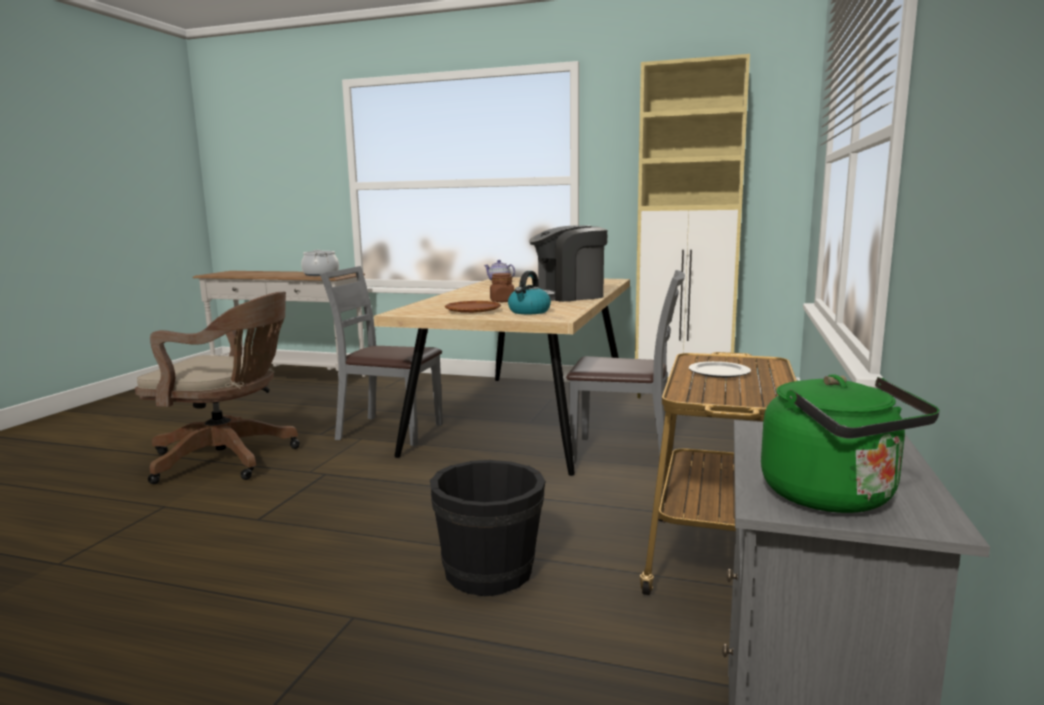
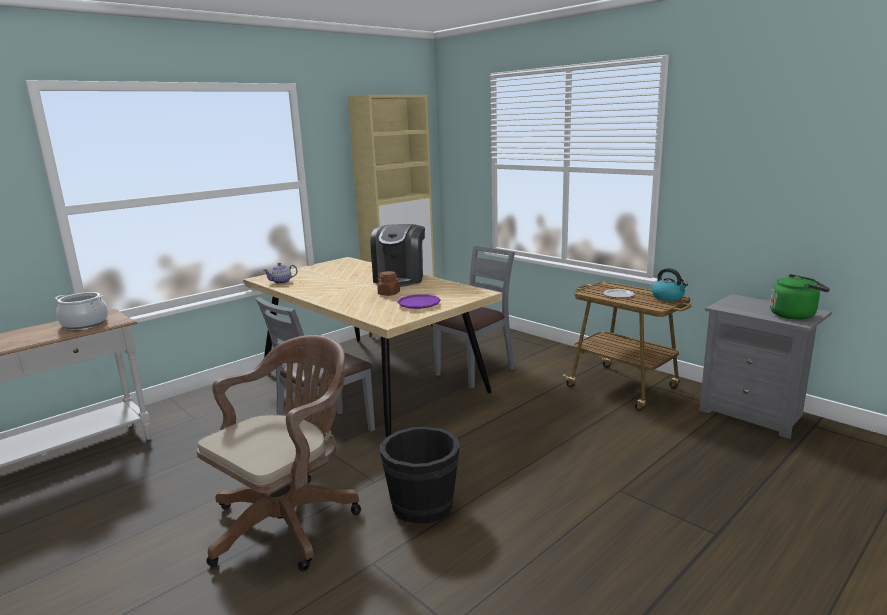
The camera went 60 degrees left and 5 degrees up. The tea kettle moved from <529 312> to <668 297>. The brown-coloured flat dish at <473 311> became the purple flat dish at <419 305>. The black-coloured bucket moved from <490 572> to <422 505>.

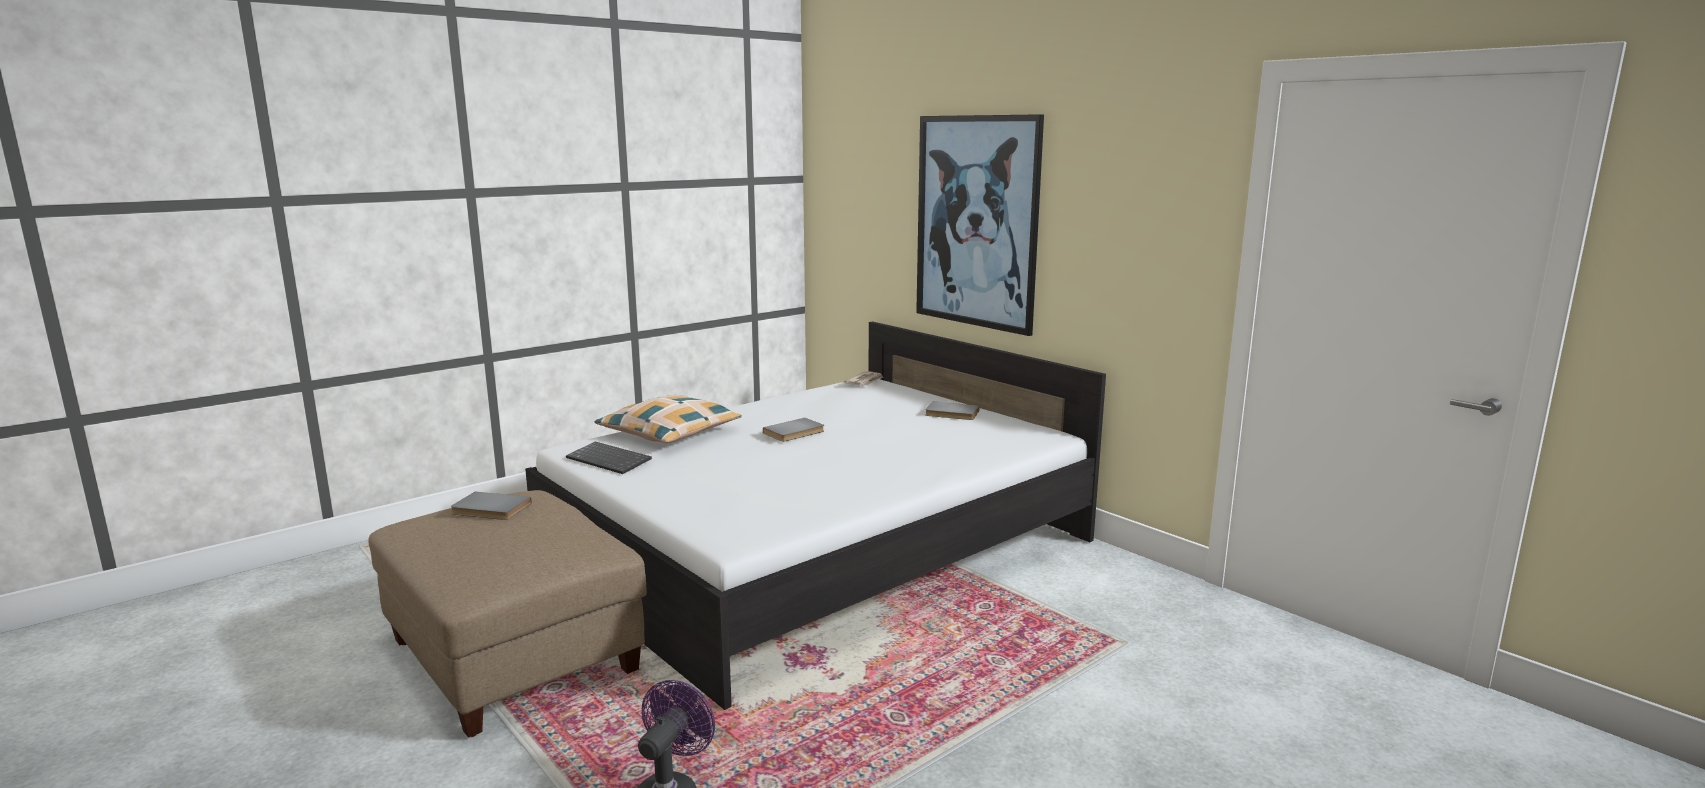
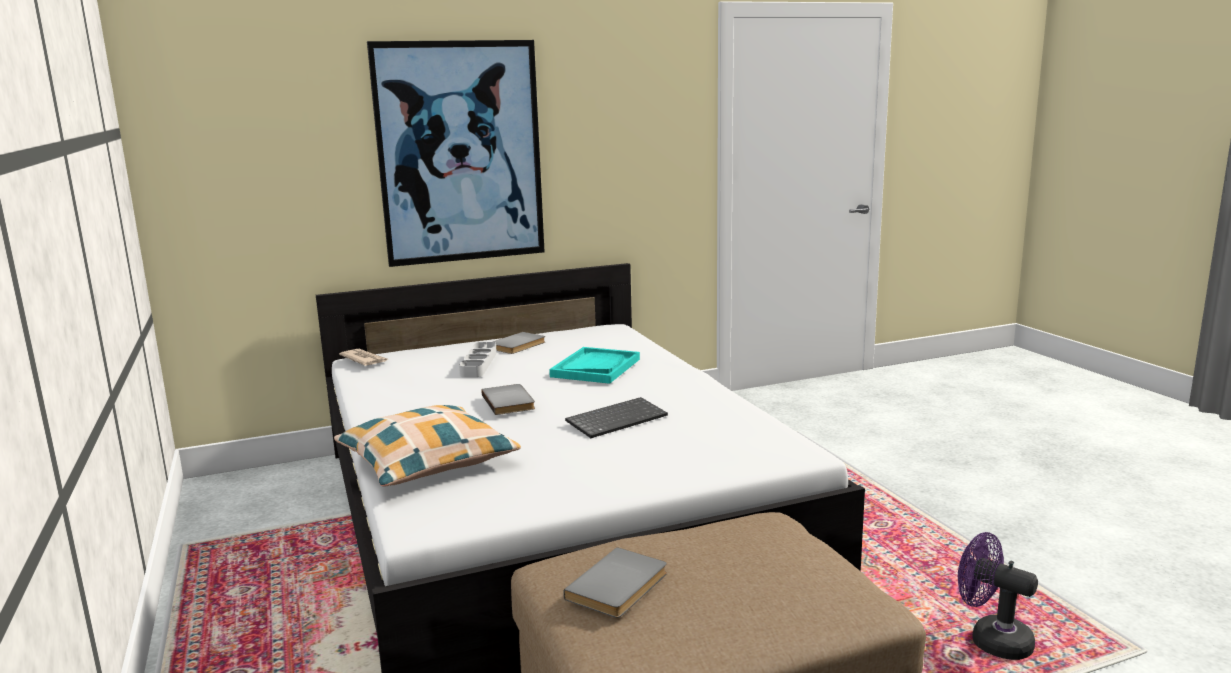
The camera went 70 degrees left and 0 degrees up. The PC keyboard moved from <610 460> to <617 419>. The grey serving tray at <478 364> appeared. The turquoise serving tray at <595 368> appeared.

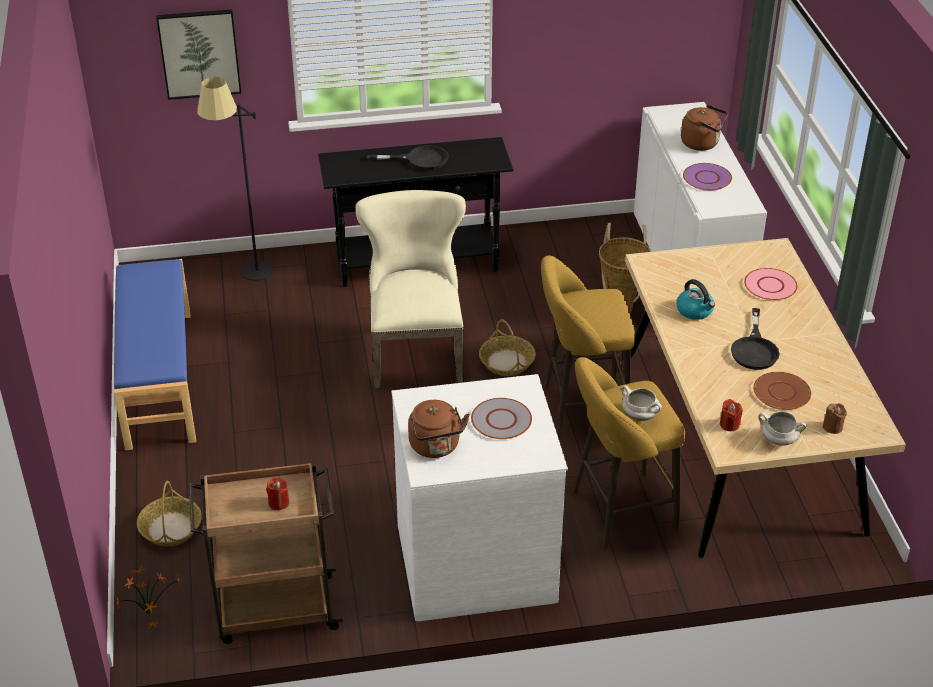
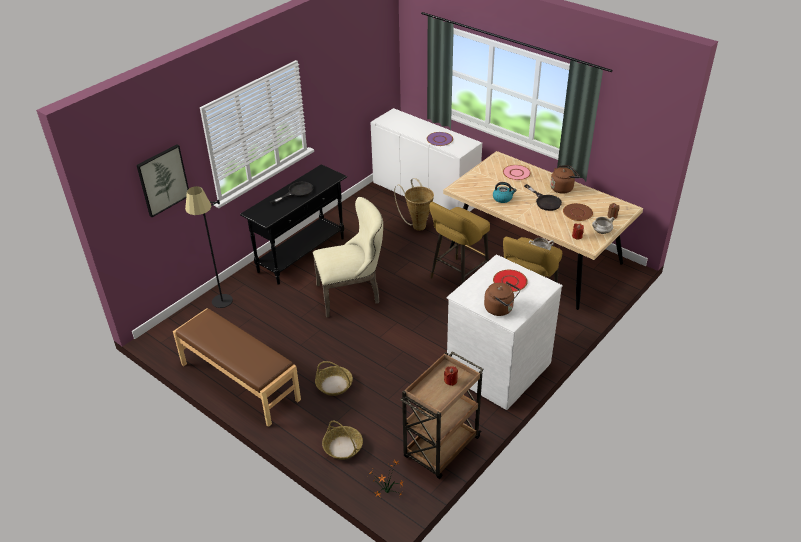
The camera went 40 degrees left and 0 degrees up. The brown-coloured tea kettle moved from <702 143> to <562 188>. The sand-coloured upright chair at <415 350> turned 120 degrees clockwise. The blue-coloured long seat at <158 379> became the brown-coloured long seat at <239 382>. The basket moved from <506 362> to <334 385>. The grey flat dish at <501 420> became the red-coloured flat dish at <509 281>.

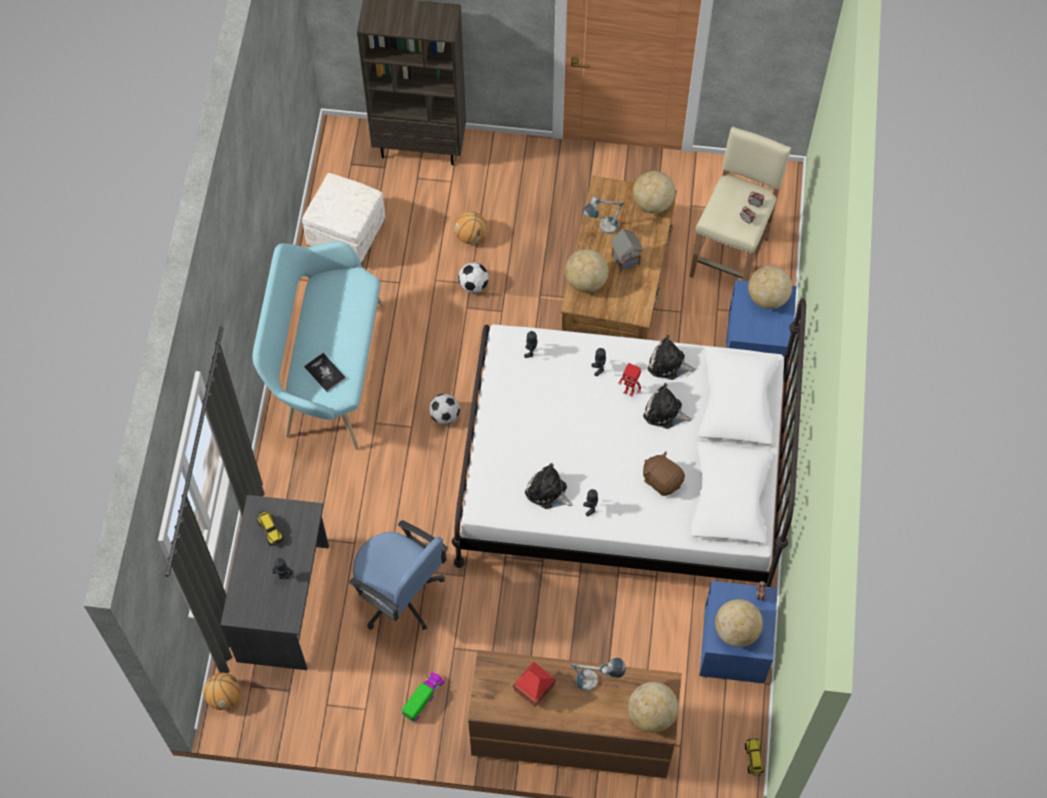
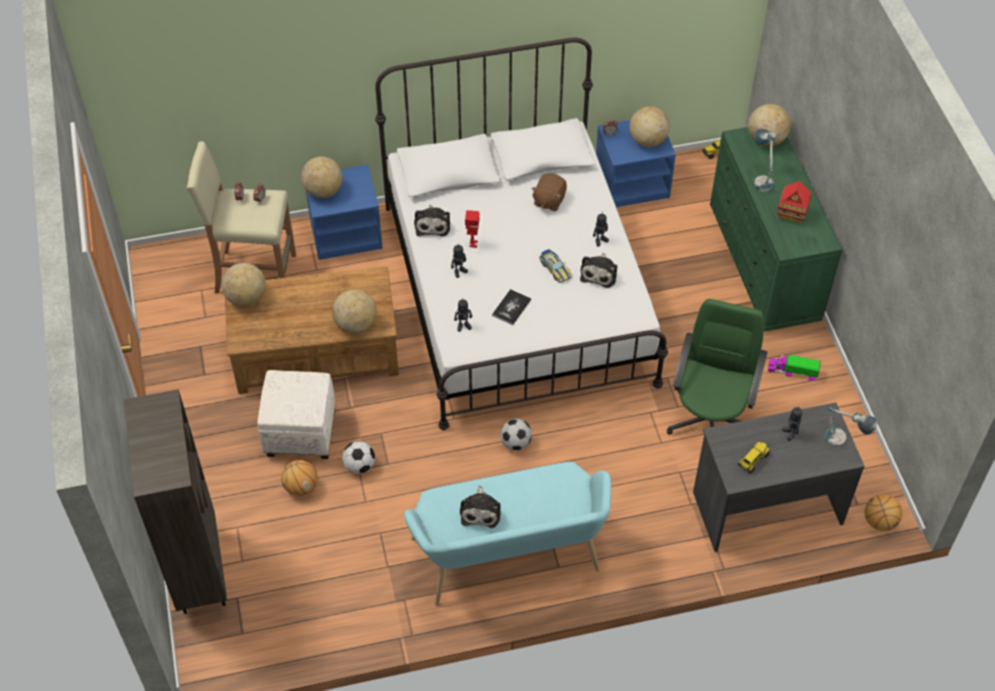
The camera went 110 degrees left and 10 degrees down. The whitish pouffe moved from <347 236> to <300 434>. The lamp for a table moved from <601 229> to <843 443>. The miniature house at <625 259> disappeared. The book moved from <325 373> to <511 308>. The plush toy moved from <665 412> to <480 511>. The blue-coloured office chair at <400 594> became the green office chair at <710 419>. The brown-coloured chest of drawers at <570 734> became the green chest of drawers at <764 264>. The miniature car at <555 269> appeared.

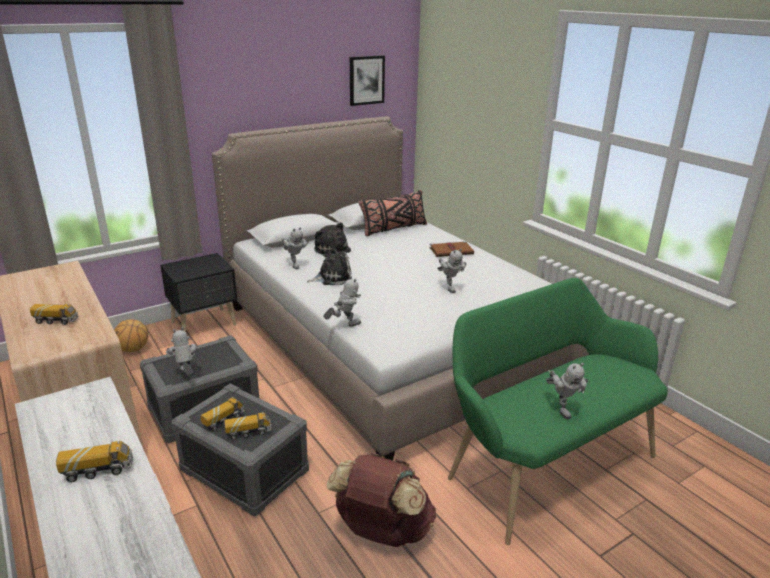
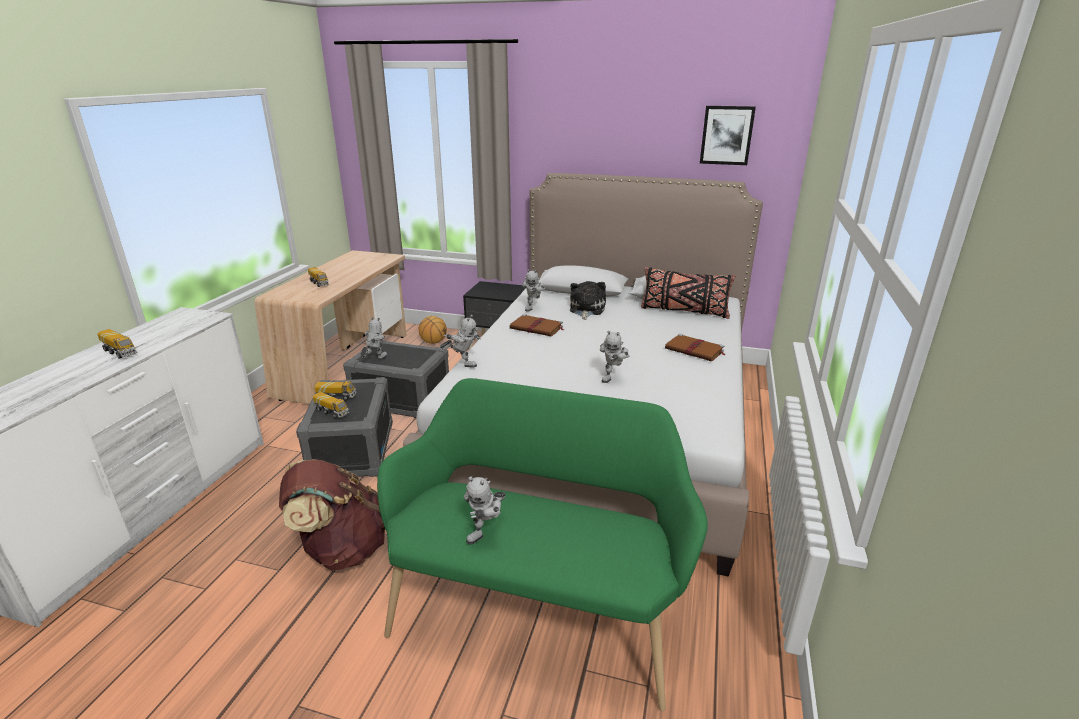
The camera went 50 degrees right and 0 degrees up. The plush toy at <332 277> was replaced by the brown-coloured book at <537 328>.

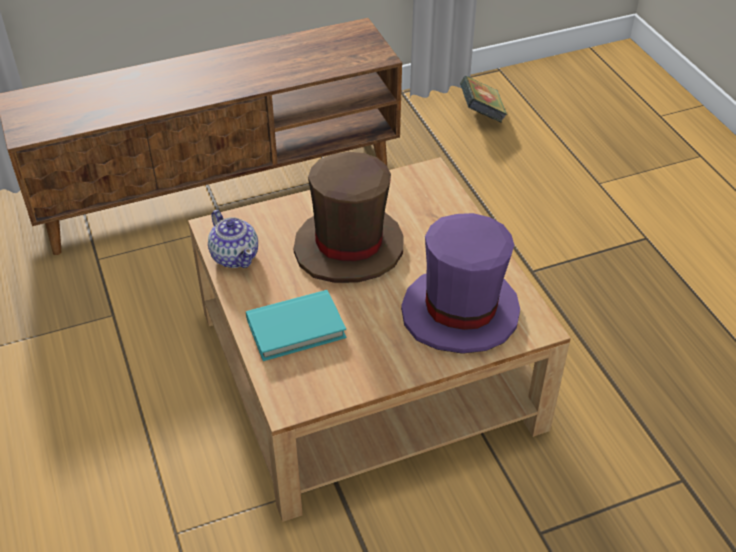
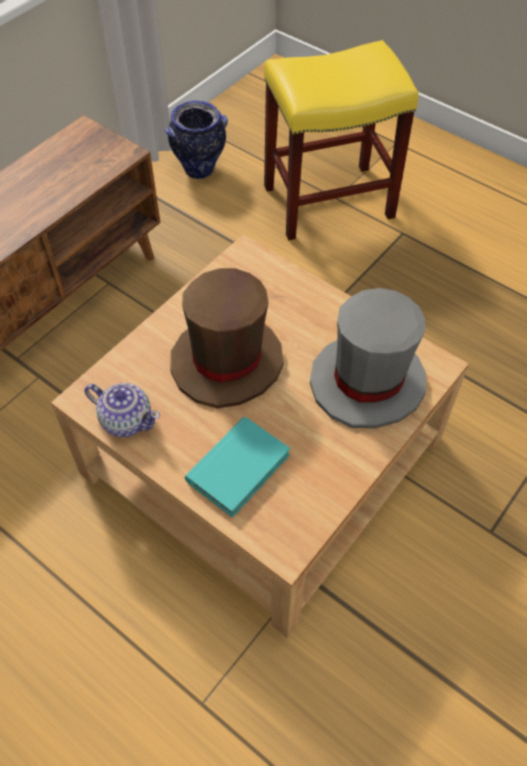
The camera went 30 degrees left and 10 degrees up. The book at <481 114> was replaced by the vase at <200 169>. The purple wearable hat at <460 312> became the grey wearable hat at <367 382>. The yellow-coloured sitting stool at <327 203> appeared.

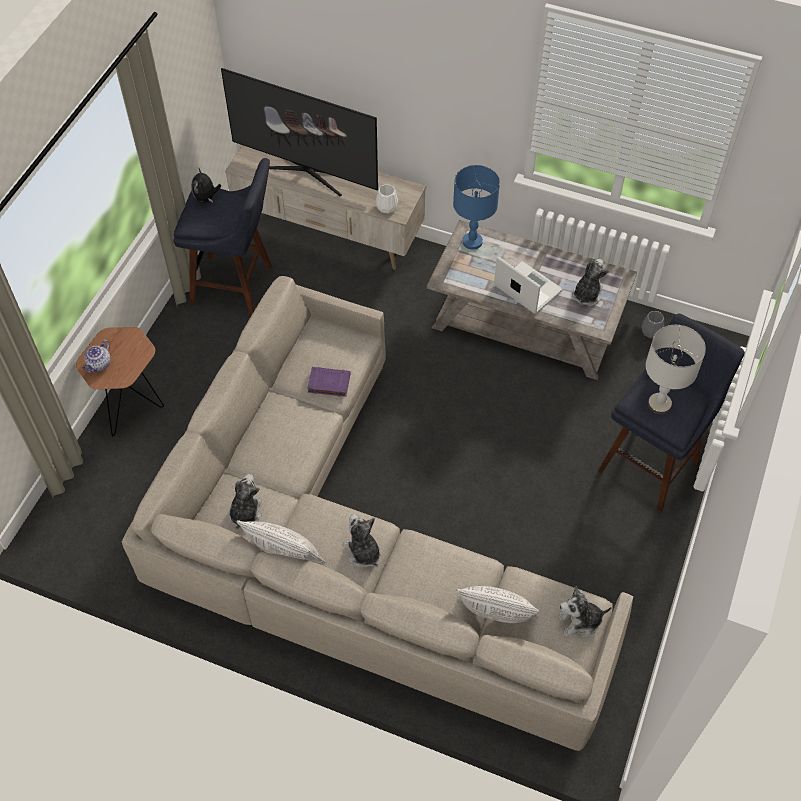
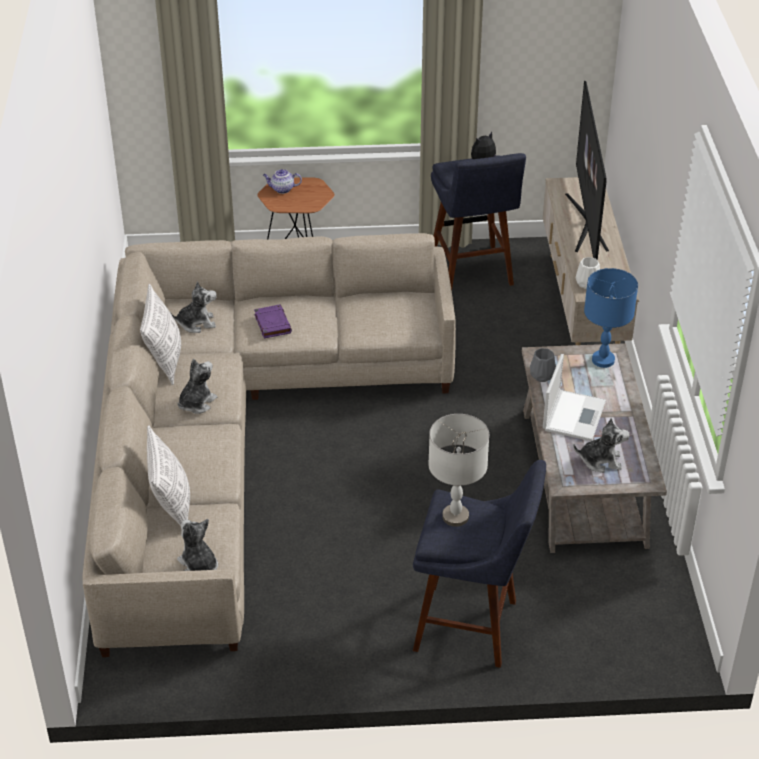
The camera went 65 degrees right and 15 degrees down. The grey vase moved from <652 331> to <542 375>. The purple book moved from <328 383> to <272 324>.

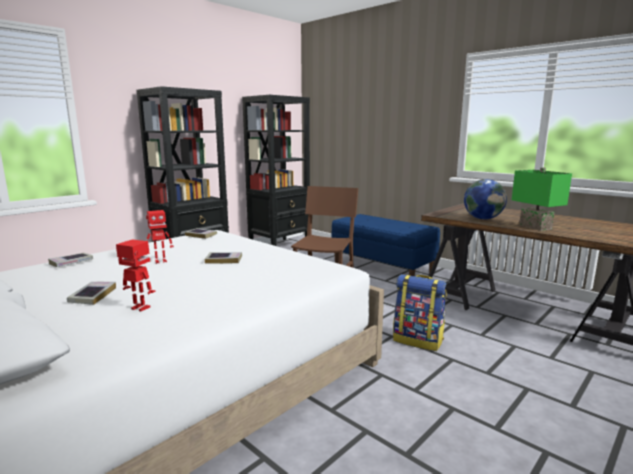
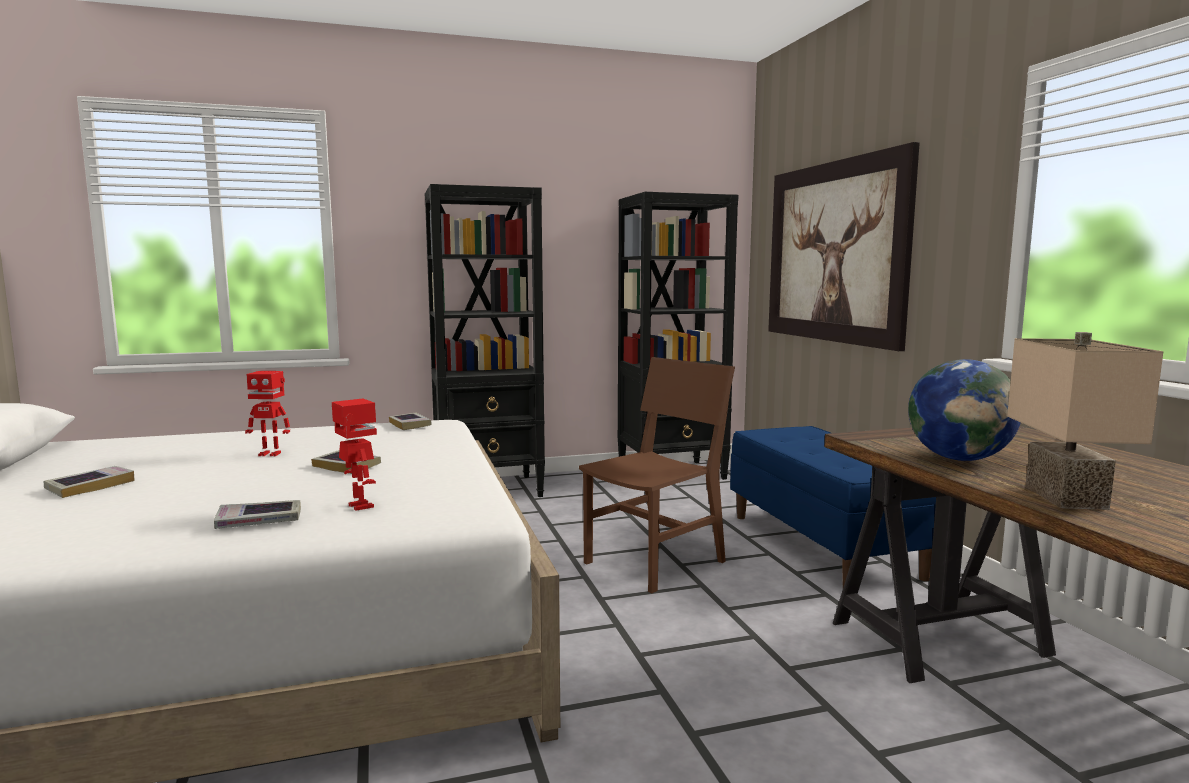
The camera went 30 degrees right and 5 degrees down. The green lamp for a table at <533 227> became the sand-coloured lamp for a table at <1060 497>. The robot figure moved from <139 308> to <359 506>. The book moved from <71 262> to <259 521>. The backpack at <418 340> disappeared. The wall art at <834 252> appeared.

